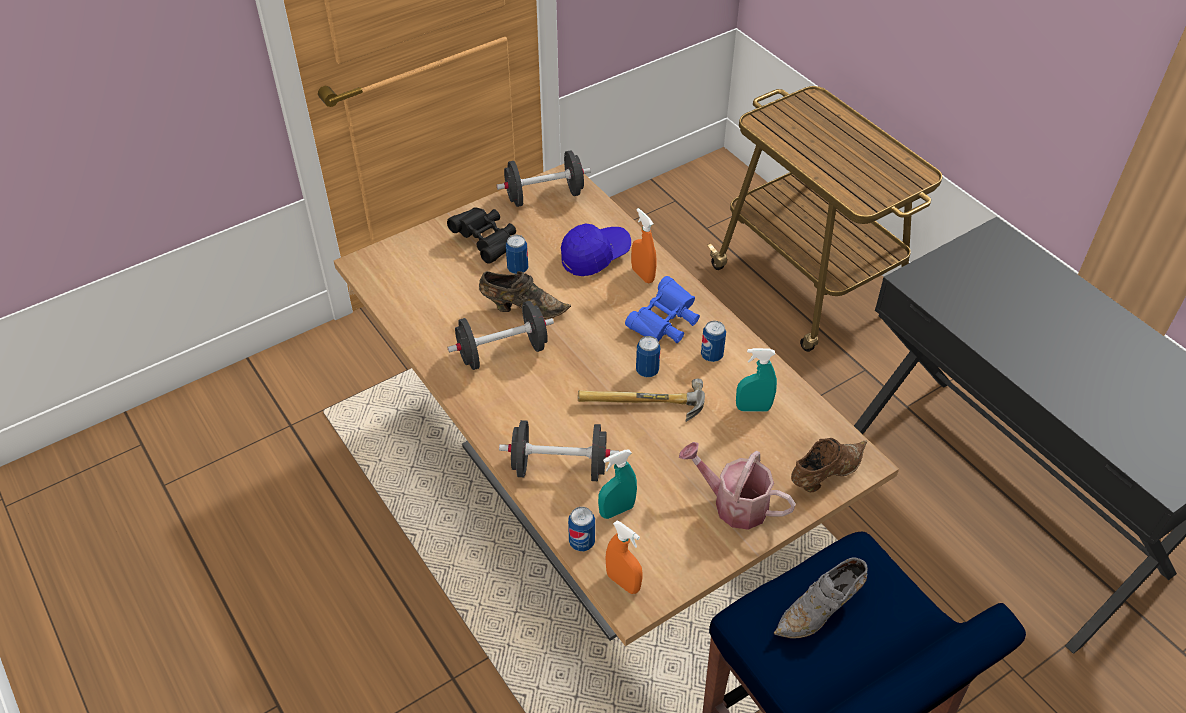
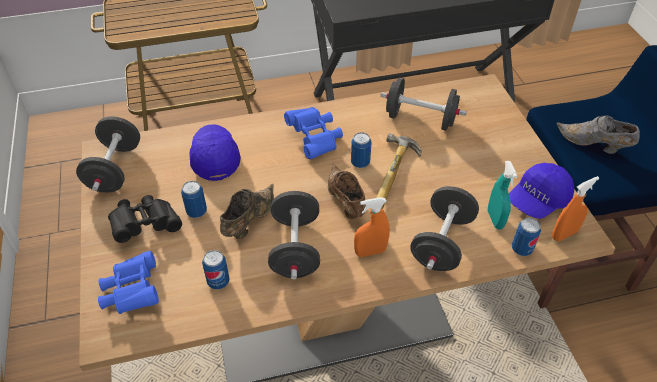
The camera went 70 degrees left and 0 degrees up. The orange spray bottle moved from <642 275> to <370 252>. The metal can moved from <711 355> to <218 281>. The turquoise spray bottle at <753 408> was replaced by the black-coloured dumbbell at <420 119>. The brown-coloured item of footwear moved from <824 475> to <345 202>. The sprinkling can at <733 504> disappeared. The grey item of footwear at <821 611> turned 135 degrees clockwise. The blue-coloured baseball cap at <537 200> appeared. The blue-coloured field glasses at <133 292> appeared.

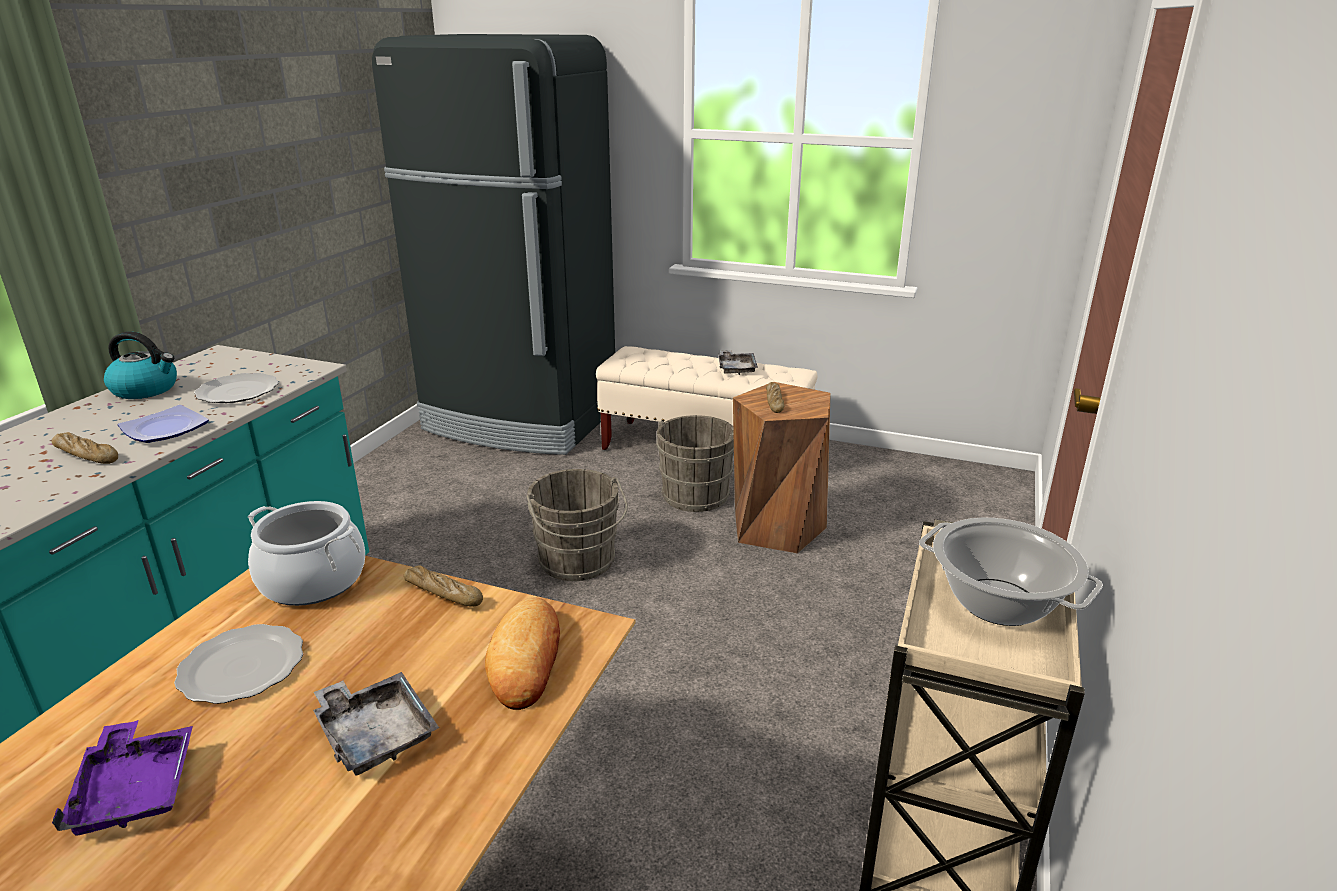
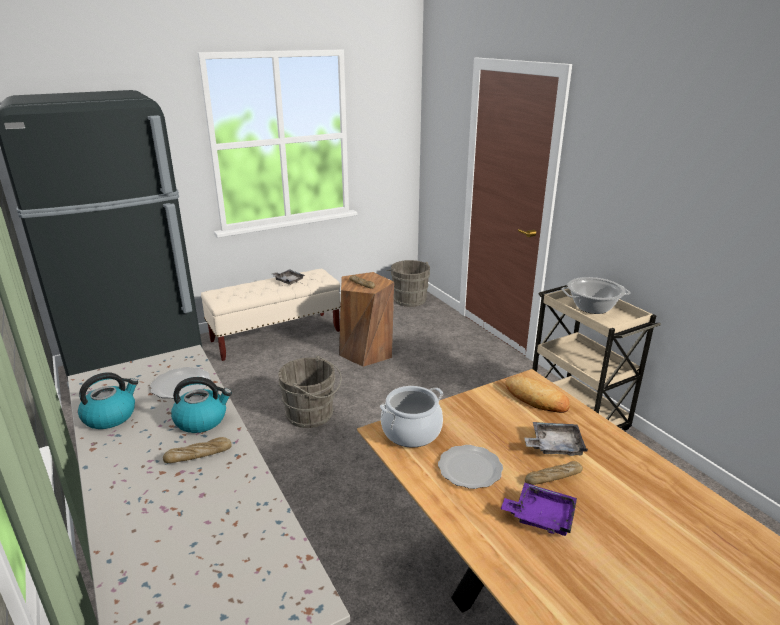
The camera went 50 degrees left and 0 degrees up. The flat dish at <166 429> was replaced by the tea kettle at <202 420>. The grey bucket moved from <697 493> to <408 299>. The baked bread moved from <443 594> to <553 478>.

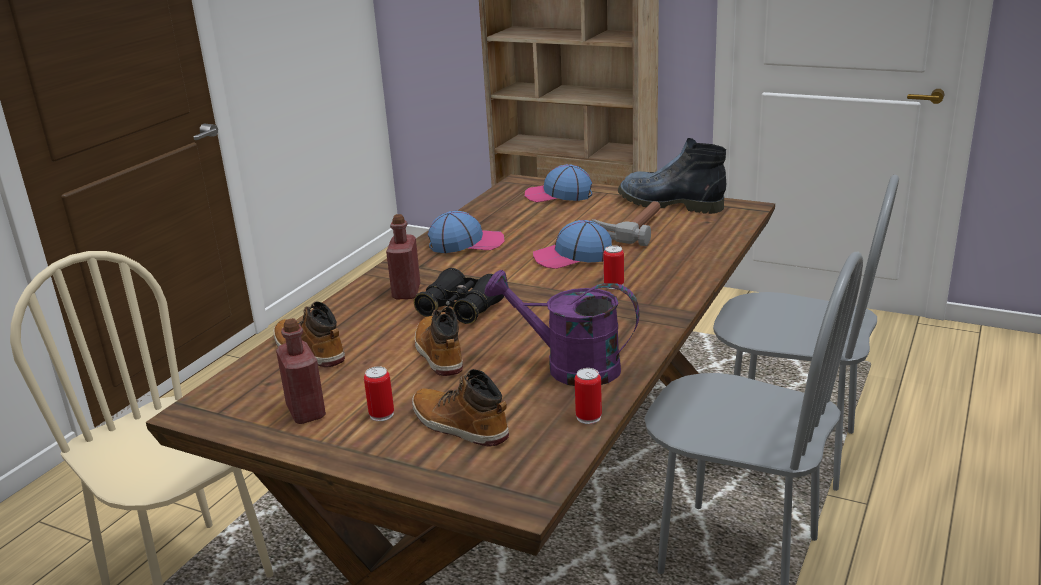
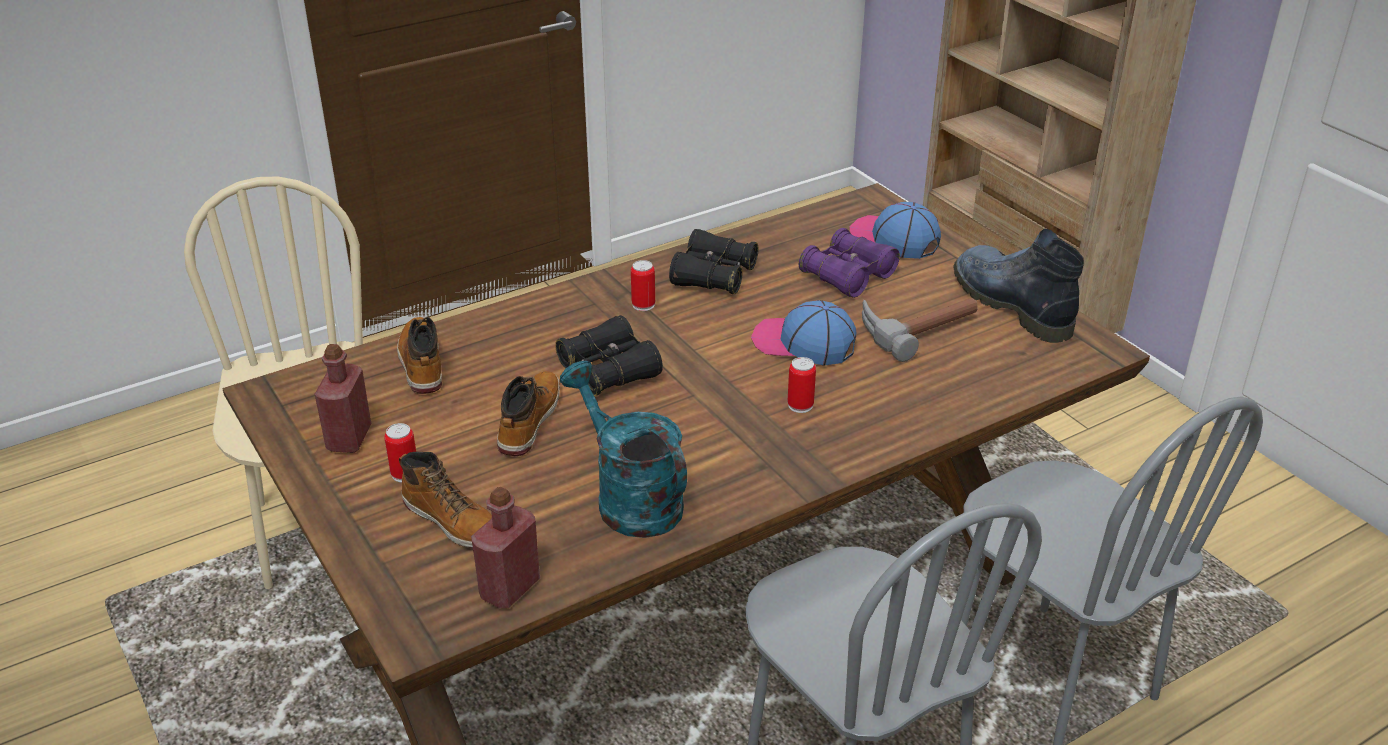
The camera went 30 degrees right and 10 degrees up. The baseball cap at <466 243> was replaced by the black-coloured field glasses at <713 276>. The red-coloured drink bottle moved from <406 292> to <510 588>. The purple sprinkling can at <569 367> became the turquoise sprinkling can at <629 498>. The metal can moved from <588 417> to <643 305>. The boot at <459 426> turned 150 degrees clockwise. The purple field glasses at <848 275> appeared.

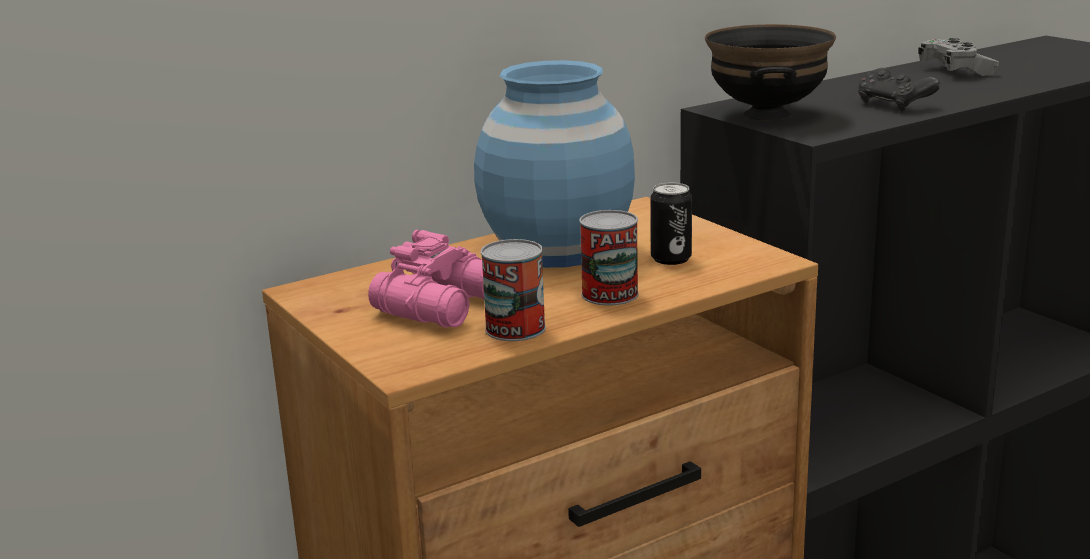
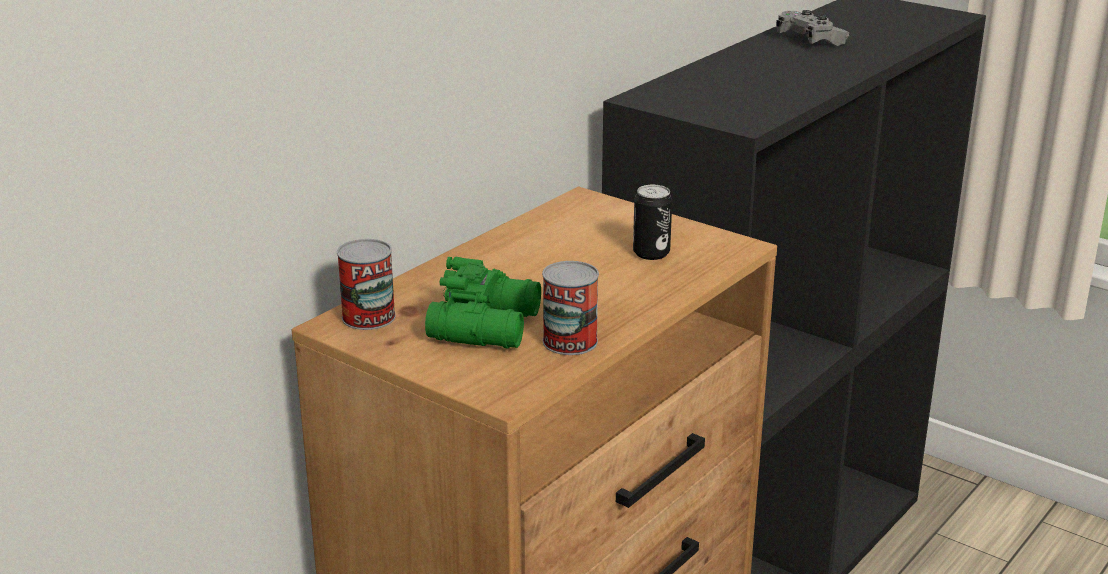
The camera went 20 degrees left and 5 degrees up. The black-coloured bowl at <765 115> disappeared. The blue-coloured vase at <557 250> disappeared. The black-coloured joypad at <894 104> disappeared. The metal can moved from <610 294> to <368 317>. The pink field glasses at <446 305> became the green field glasses at <488 325>.

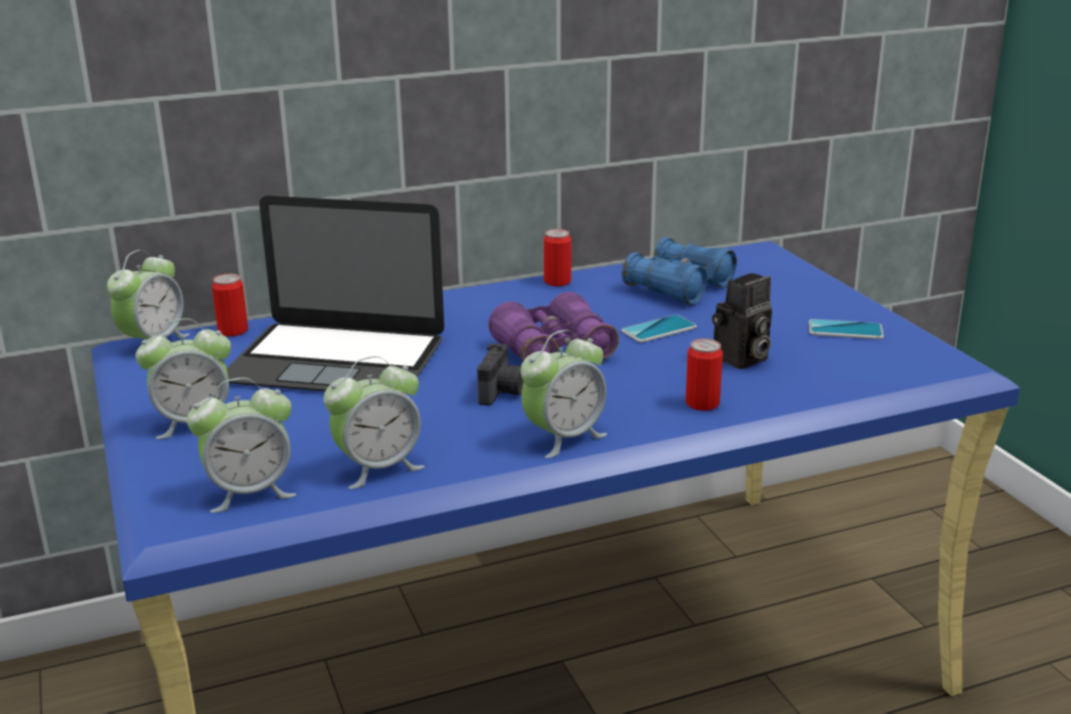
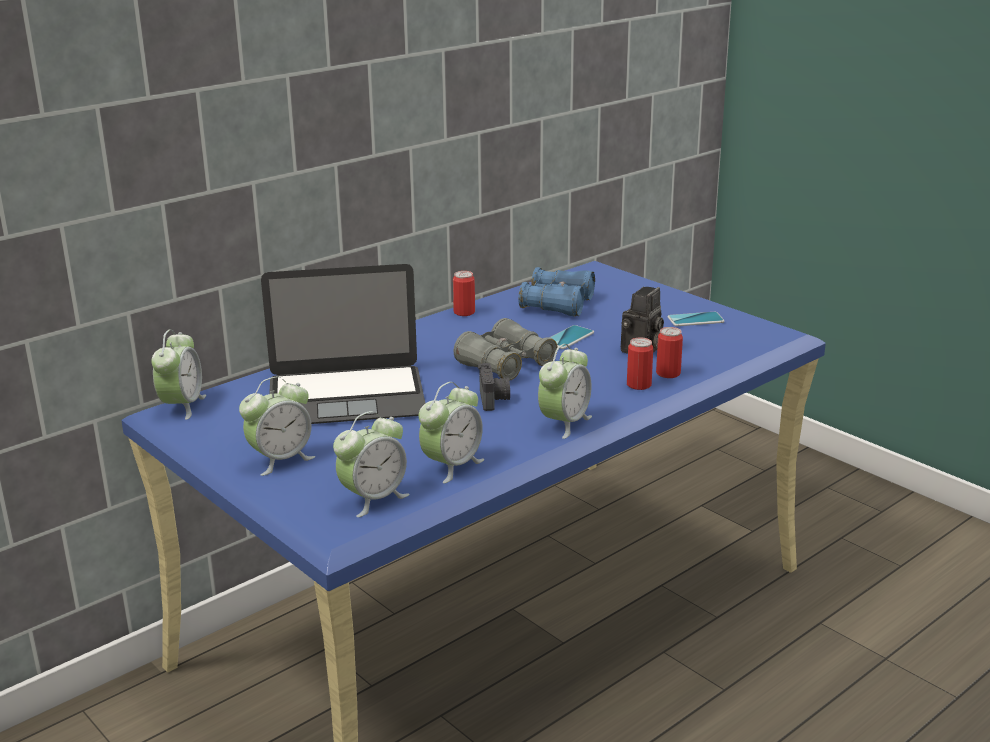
The camera went 20 degrees left and 0 degrees up. The metal can moved from <233 331> to <668 373>. The purple field glasses at <553 351> became the grey field glasses at <505 364>.

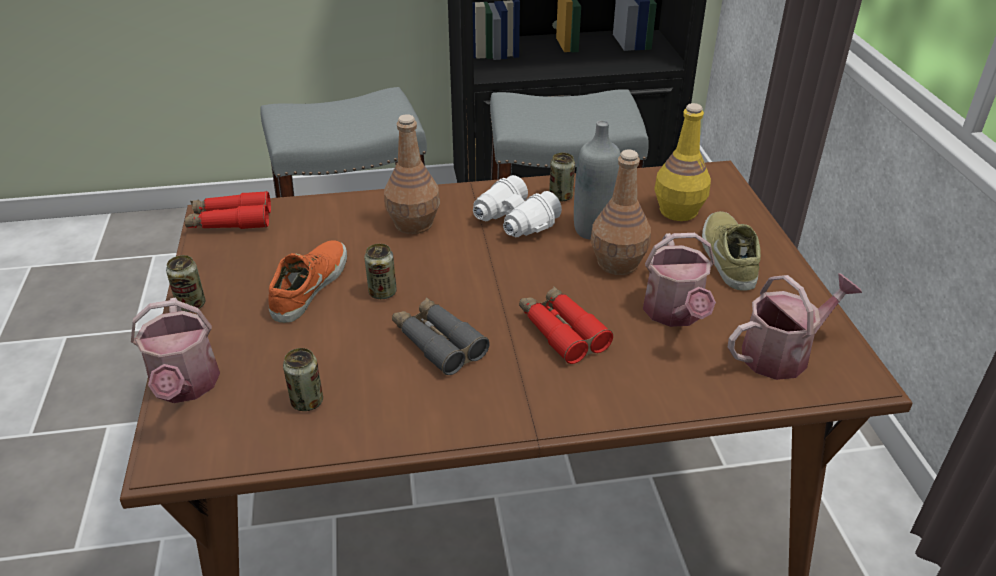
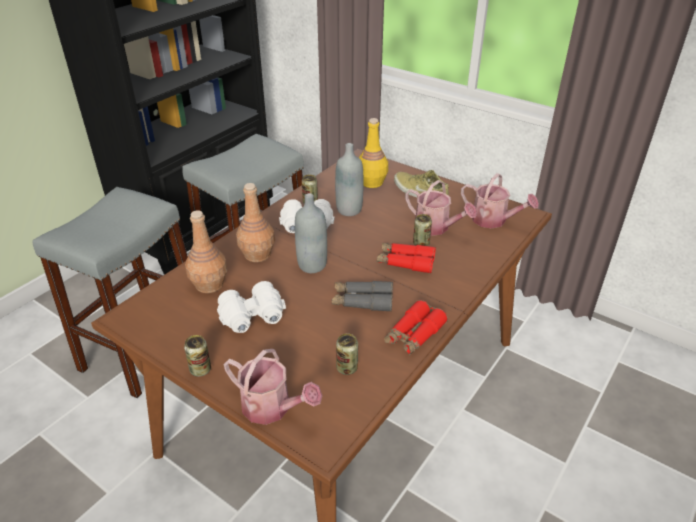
The camera went 45 degrees left and 0 degrees up. The brown-coloured drink bottle moved from <617 263> to <209 284>. The red-coloured field glasses moved from <230 221> to <414 334>. The orange item of footwear at <308 286> was replaced by the whitish field glasses at <253 318>. The metal can moved from <382 292> to <421 243>. The sprinkling can at <782 354> turned 105 degrees clockwise. The grey drink bottle at <312 265> appeared.

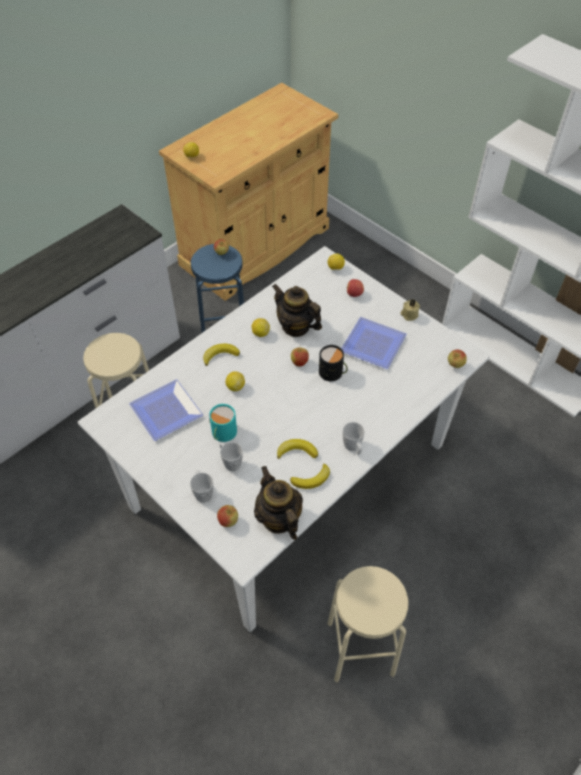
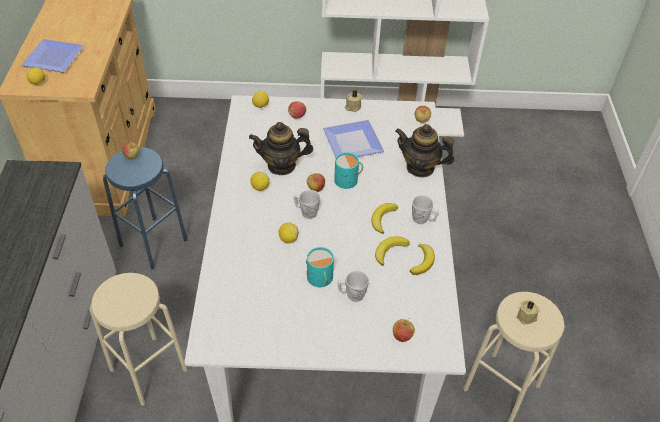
The camera went 45 degrees left and 5 degrees down. The banana fruit moved from <220 355> to <382 218>. The black-coloured mug at <333 373> became the turquoise mug at <348 180>. The flat dish moved from <163 411> to <51 59>. The tea pot moved from <278 518> to <420 167>. The whitish mug moved from <202 492> to <306 212>. The sand-coloured wax light at <526 317> appeared.

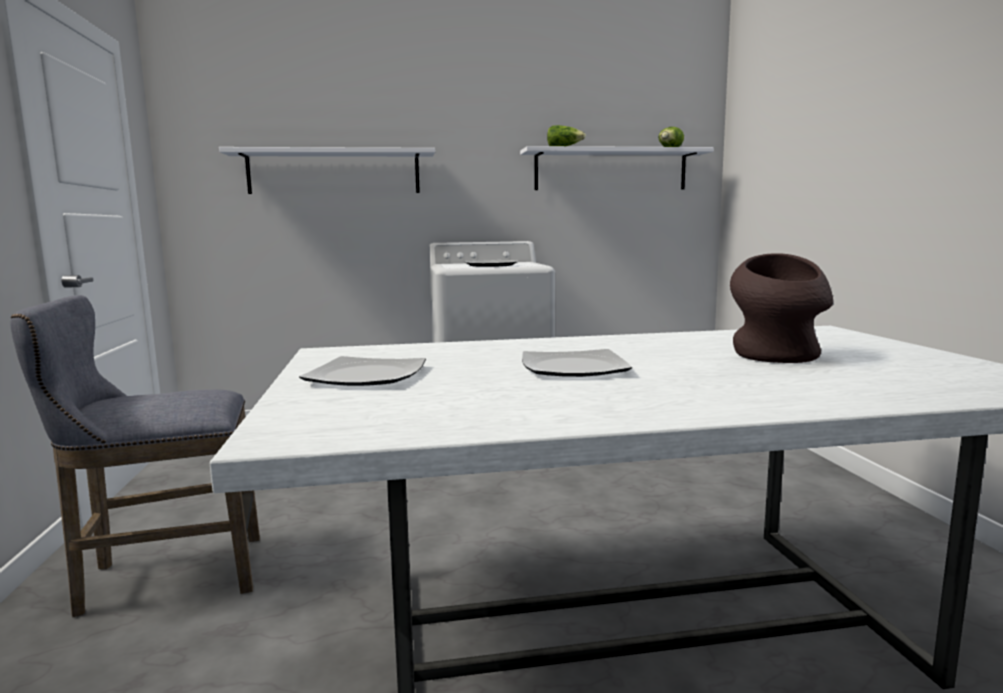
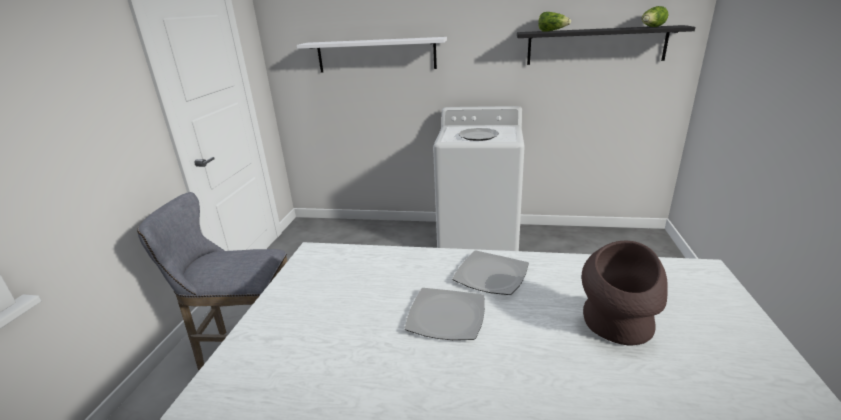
The camera went 20 degrees right and 15 degrees up. The whitish wall shelf at <611 170> became the black-coloured wall shelf at <595 46>. The flat dish moved from <365 376> to <490 275>.

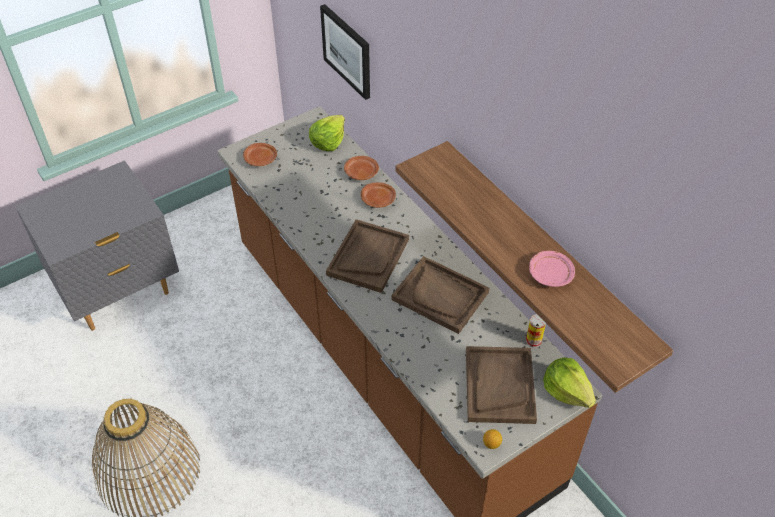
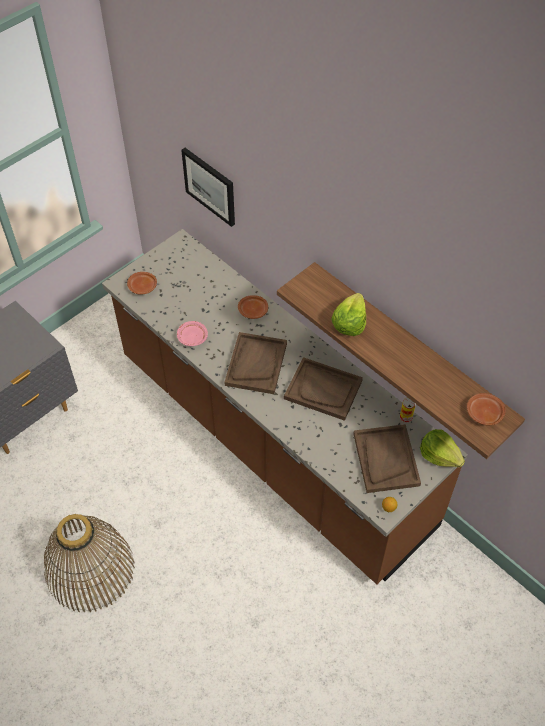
The camera went 10 degrees left and 5 degrees up. The lettuce moved from <328 141> to <349 323>. The brown-coloured flat dish moved from <361 172> to <484 413>. The pink flat dish moved from <550 274> to <192 337>.

